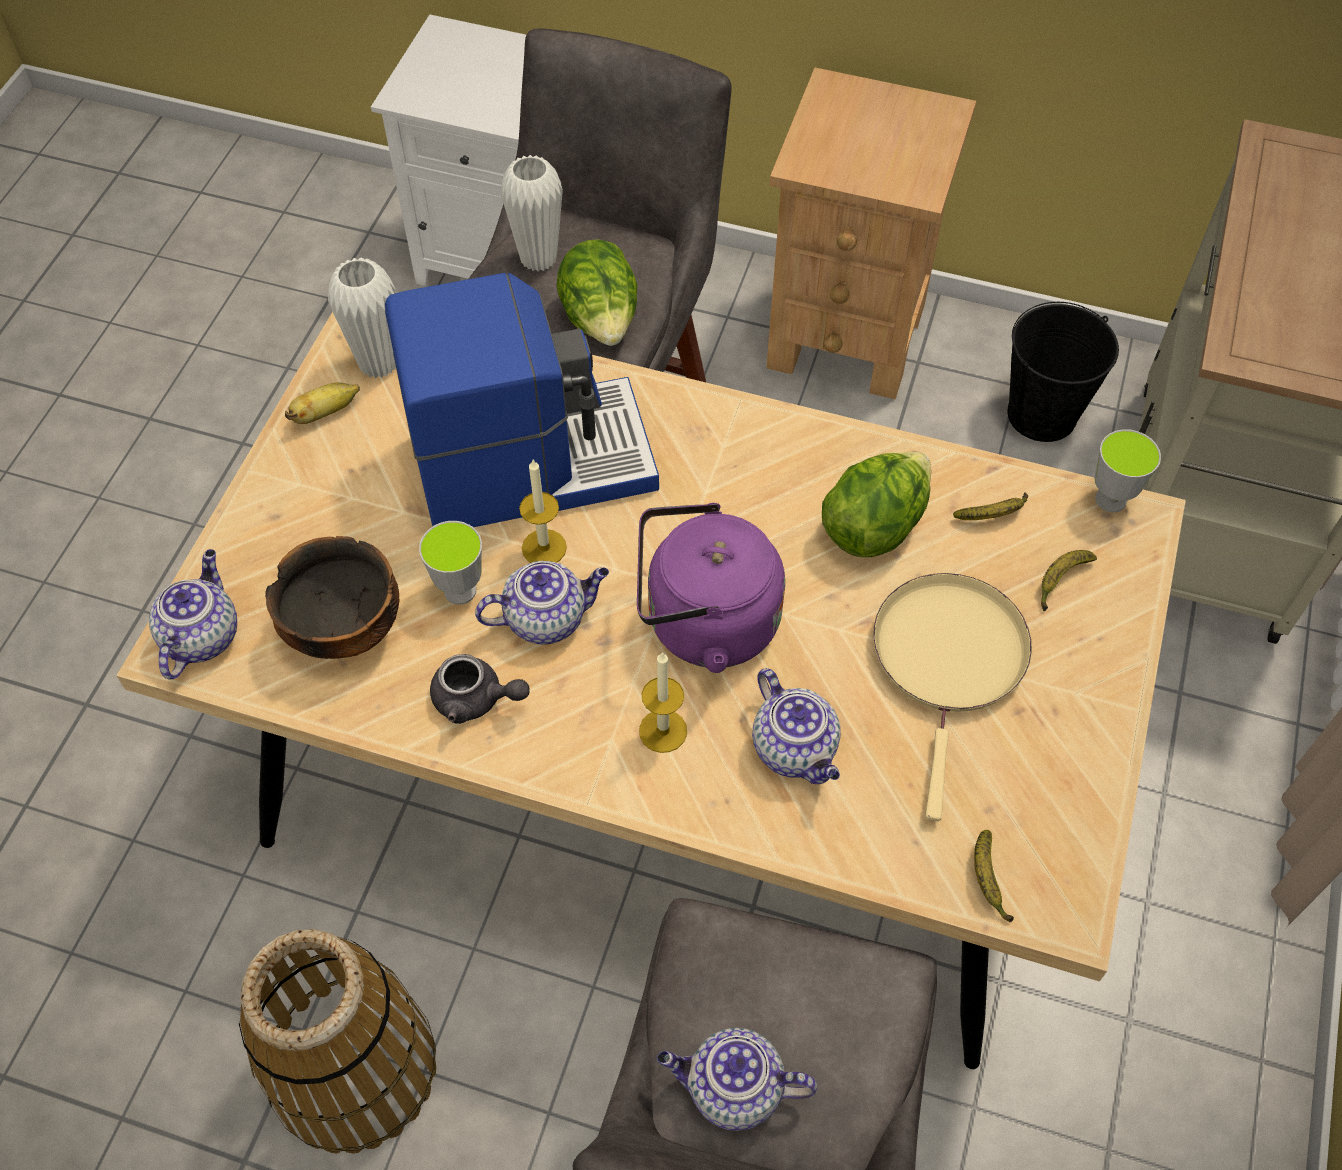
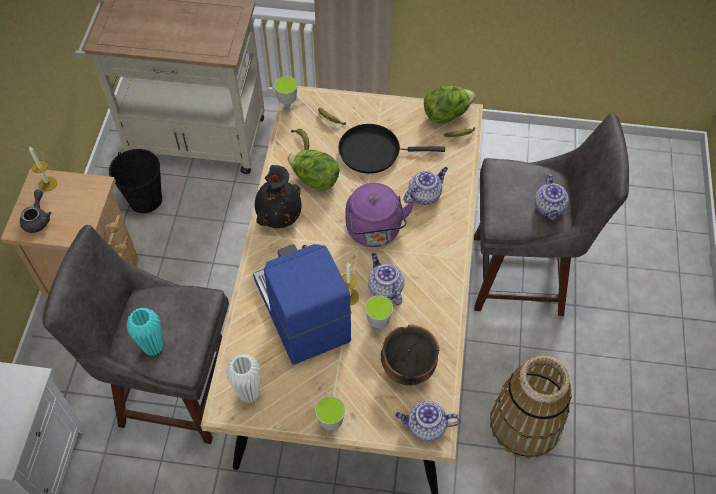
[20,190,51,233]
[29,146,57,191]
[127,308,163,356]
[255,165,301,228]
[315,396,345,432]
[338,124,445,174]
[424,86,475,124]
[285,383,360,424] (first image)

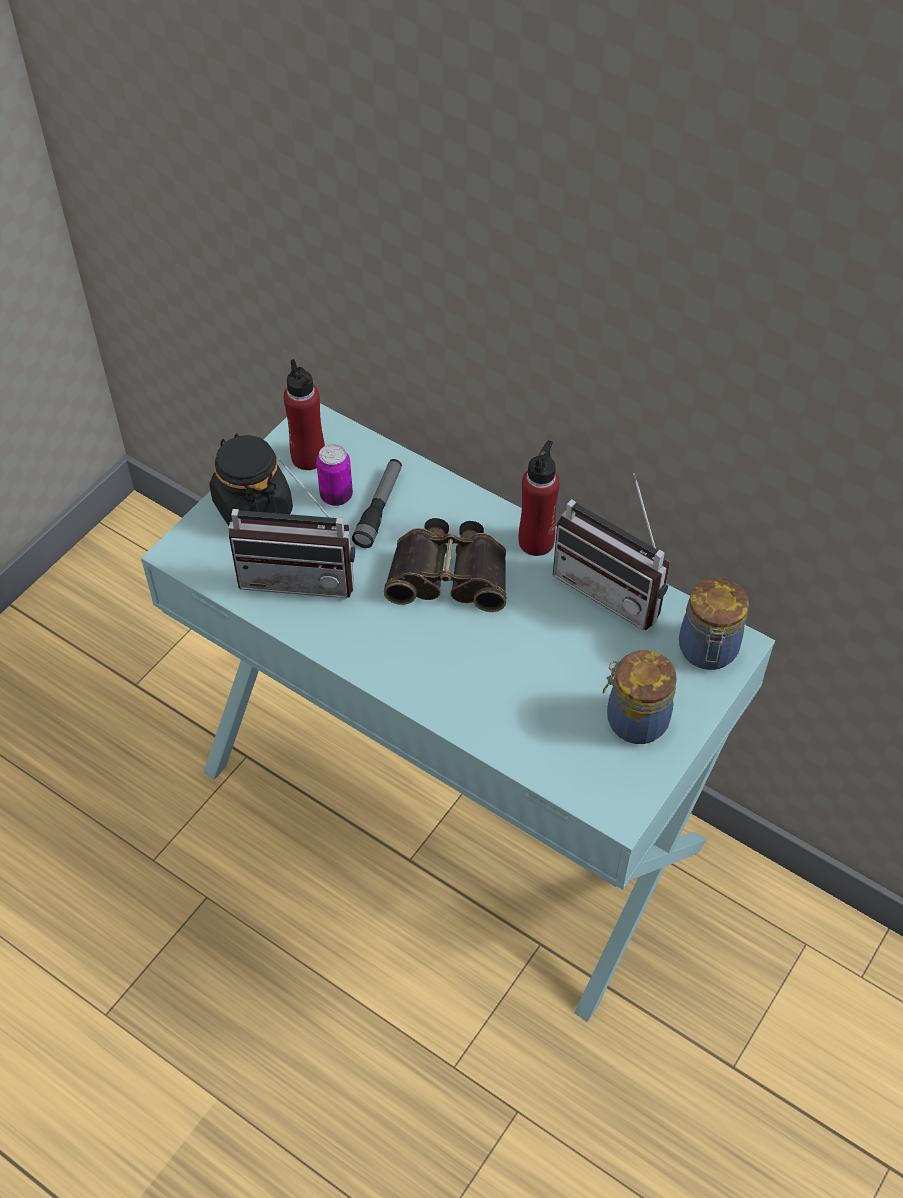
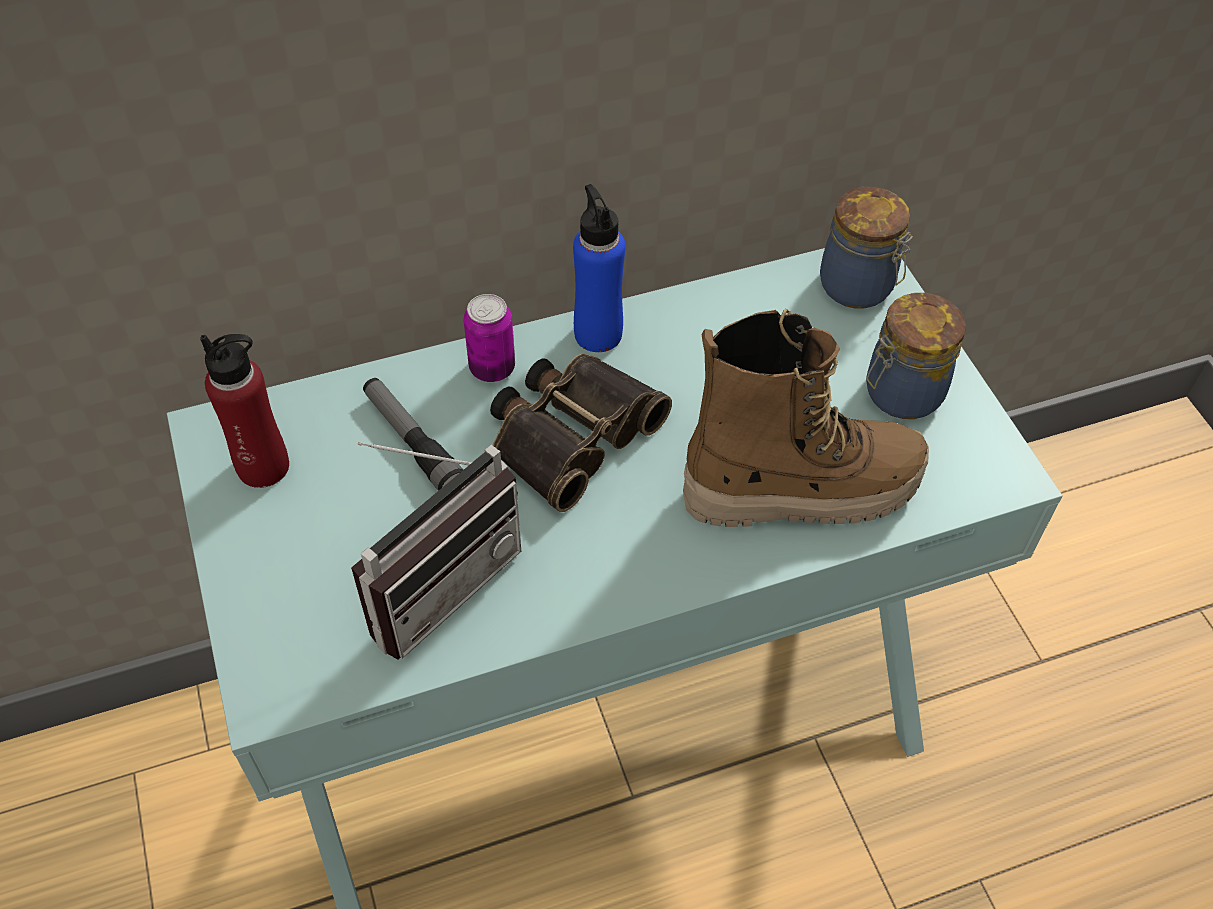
[463,294,515,382]
[573,184,625,352]
[683,308,929,527]
[209,433,293,526] (first image)
[553,473,670,630] (first image)

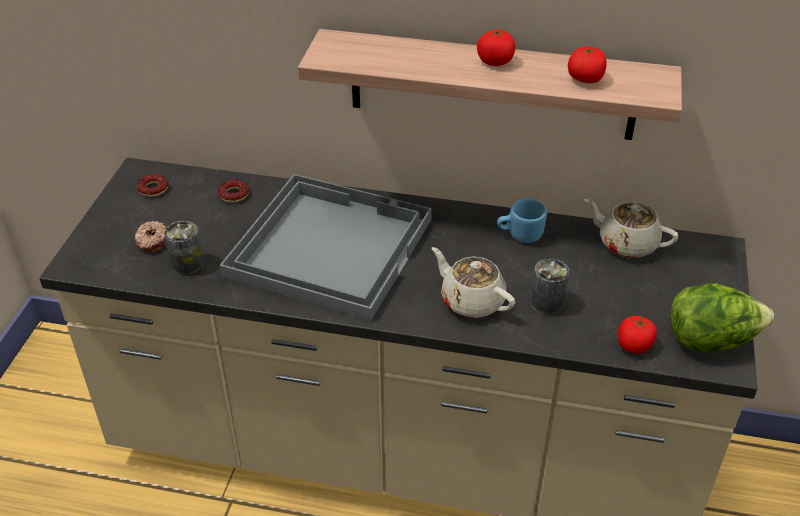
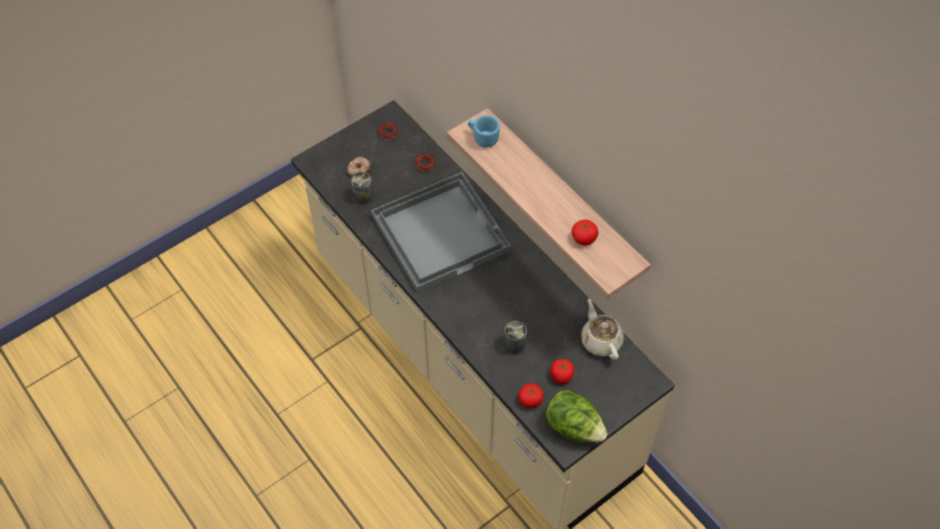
[468,115,500,148]
[550,359,574,384]
[432,247,515,318] (first image)

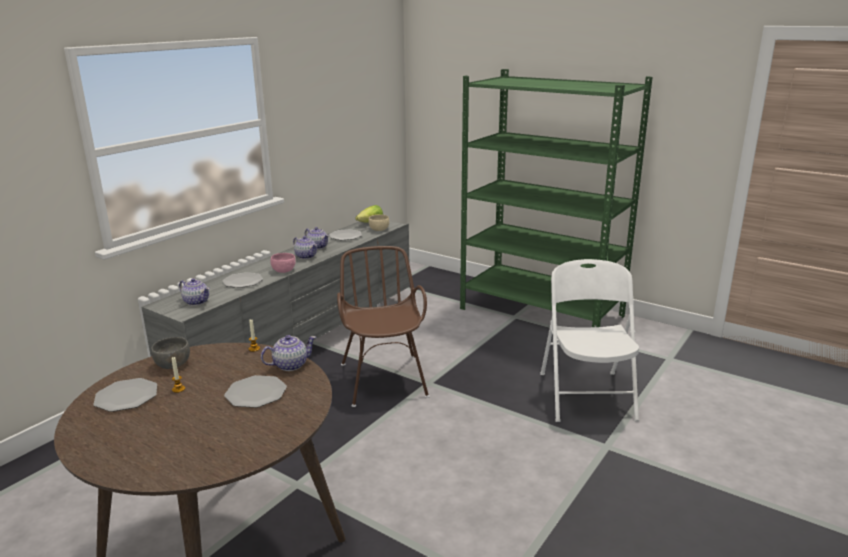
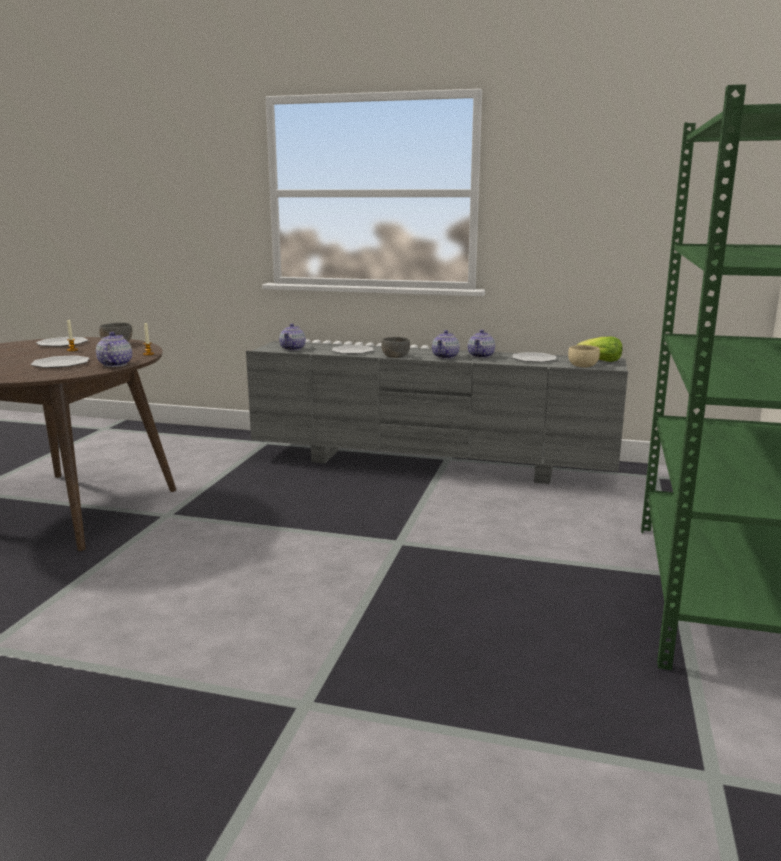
[96,332,132,367]
[381,337,410,358]
[337,246,430,407] (first image)
[540,259,639,422] (first image)

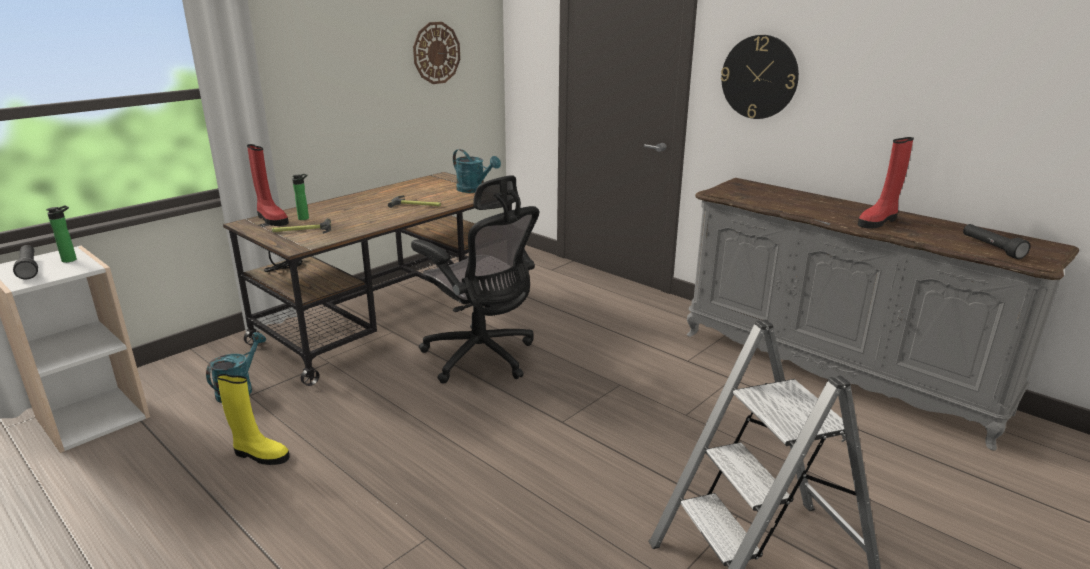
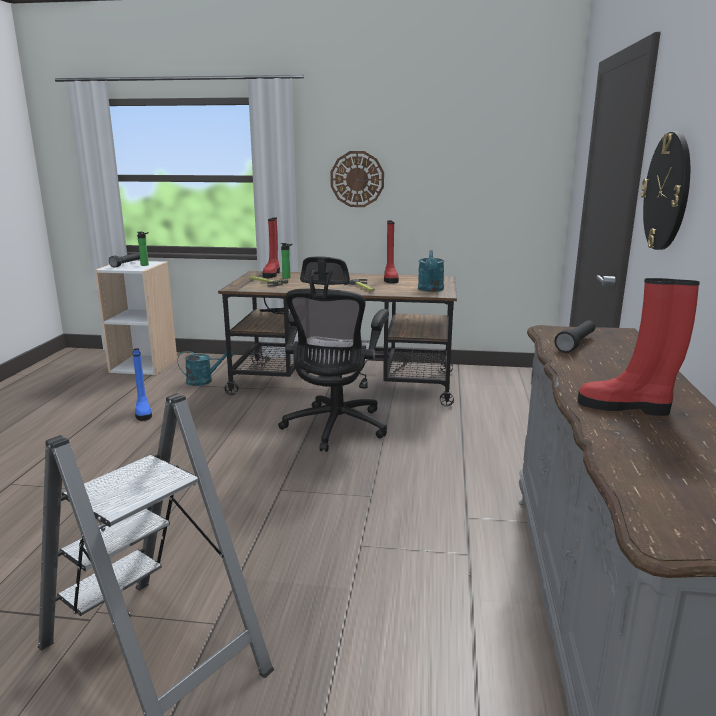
[132,348,152,421]
[330,151,384,207]
[384,220,399,283]
[554,320,595,353]

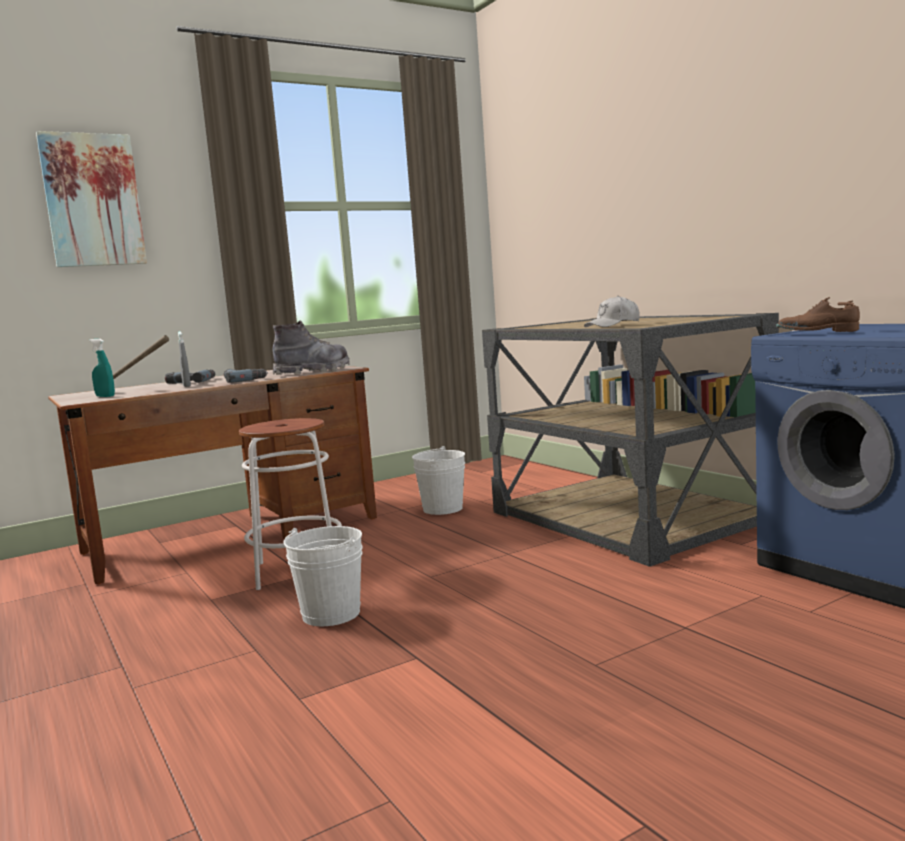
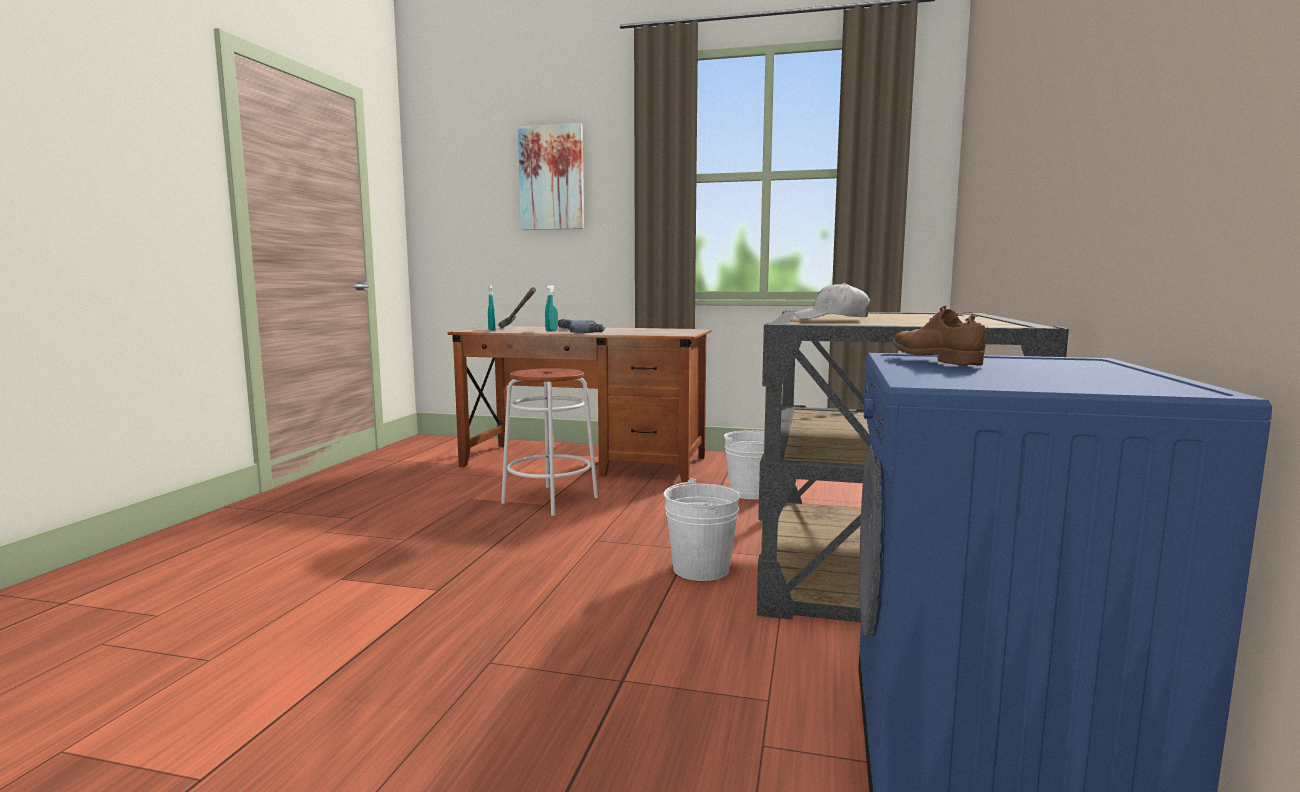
[545,285,558,331]
[664,478,740,581]
[272,321,350,375] (first image)

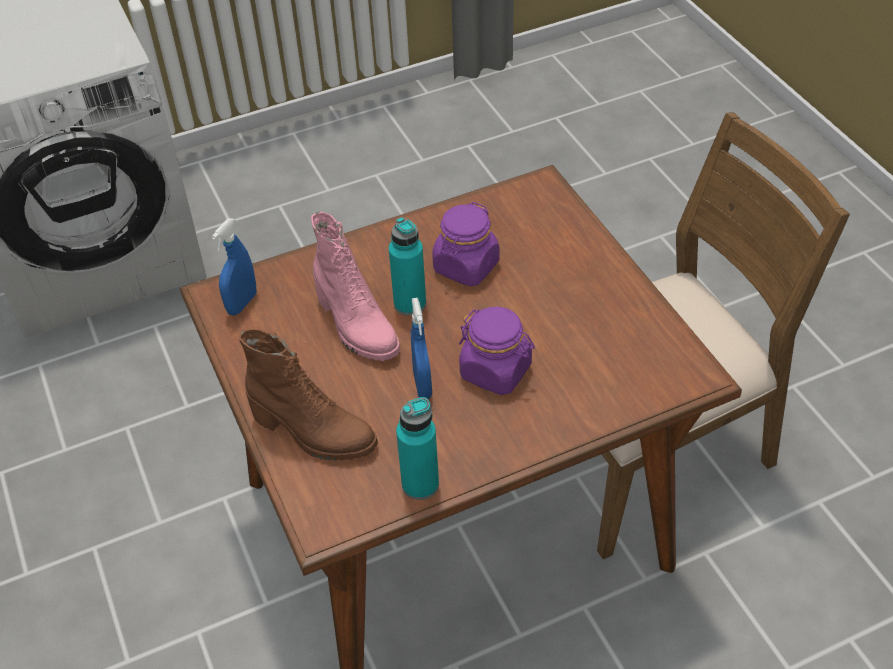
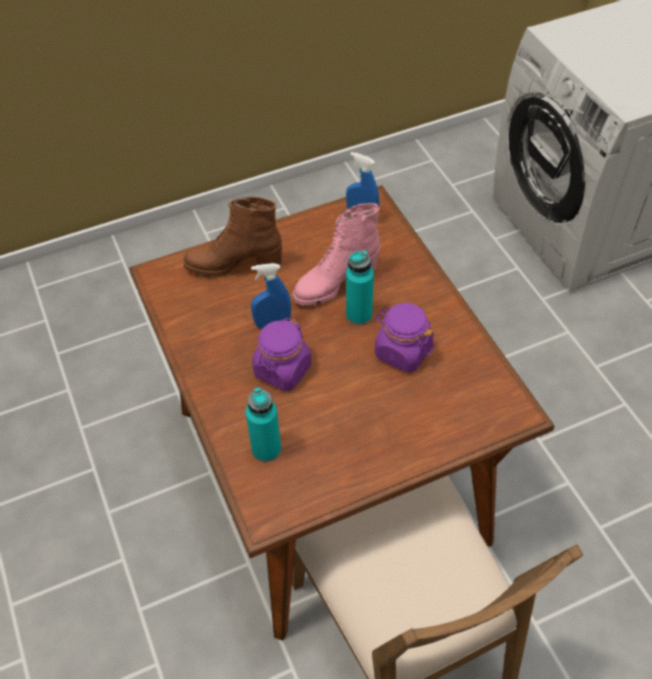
[183,197,282,277]
[246,387,281,462]

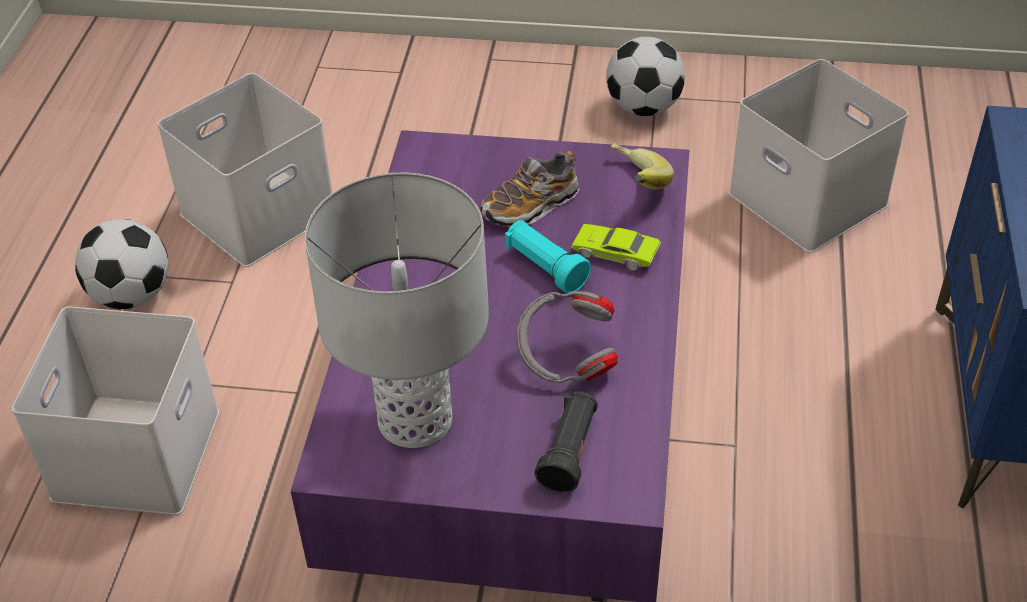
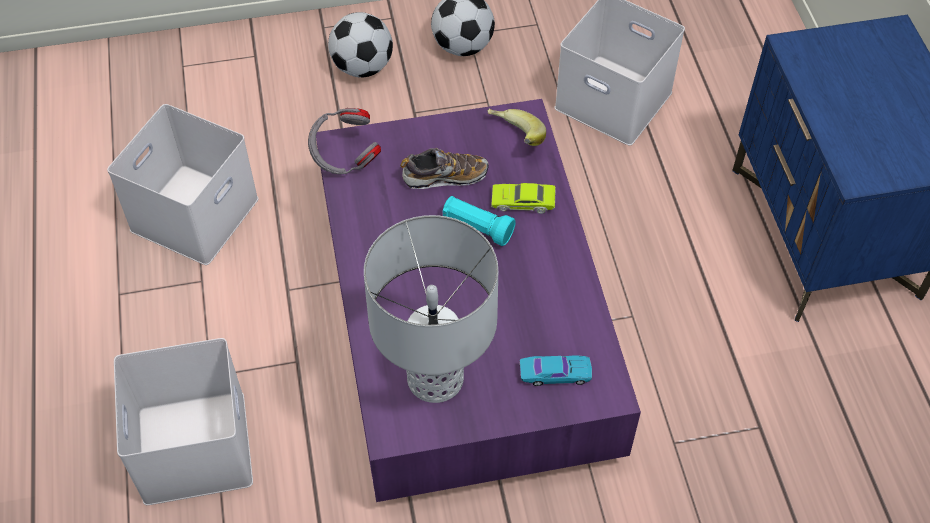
[308,108,381,174]
[328,12,393,78]
[400,148,489,189]
[520,355,592,386]

